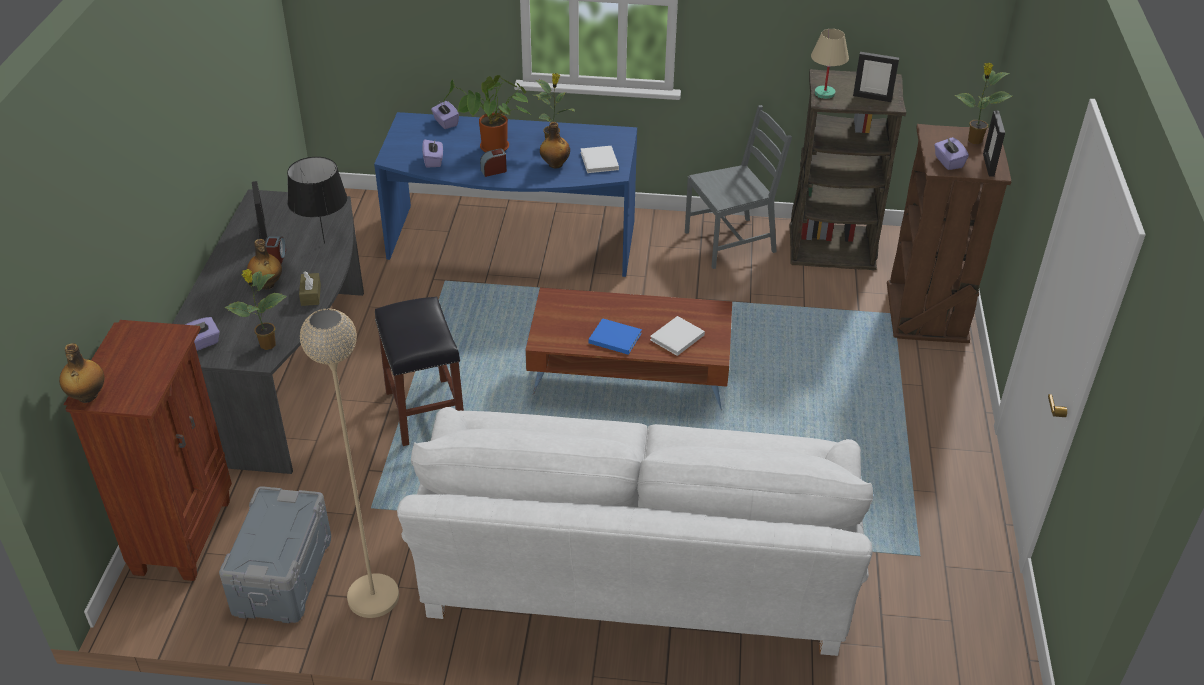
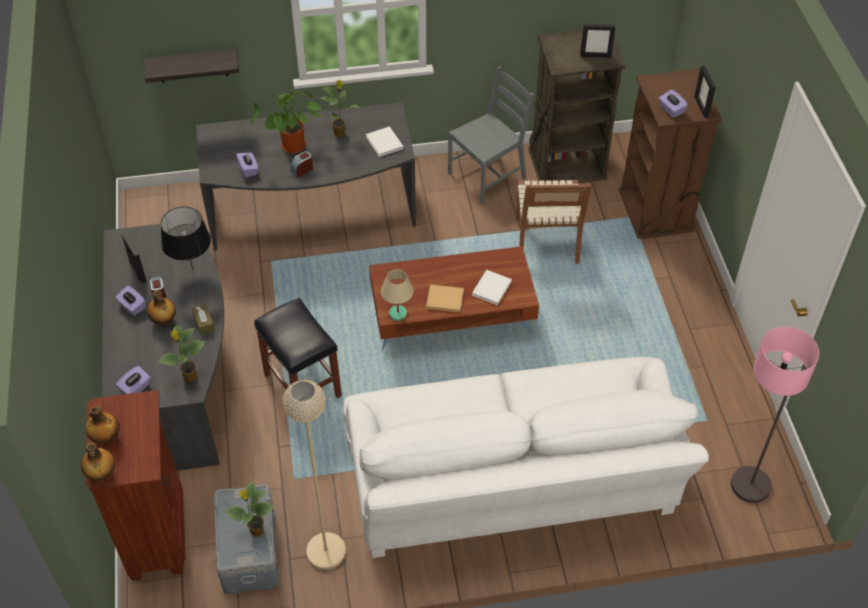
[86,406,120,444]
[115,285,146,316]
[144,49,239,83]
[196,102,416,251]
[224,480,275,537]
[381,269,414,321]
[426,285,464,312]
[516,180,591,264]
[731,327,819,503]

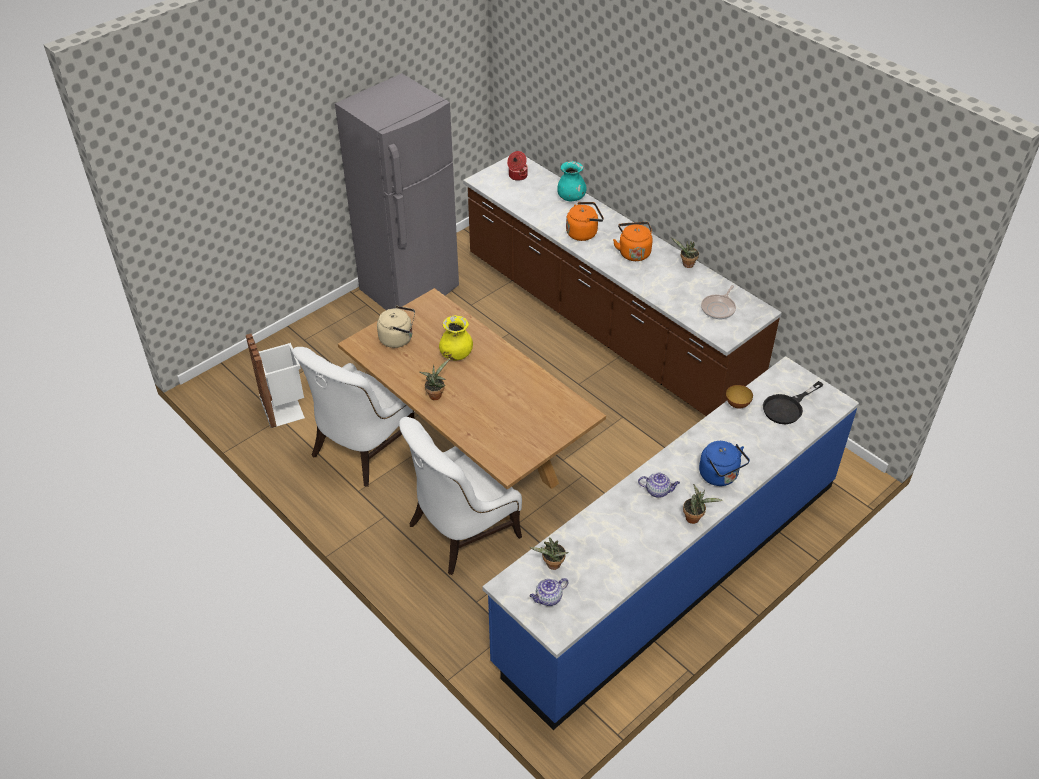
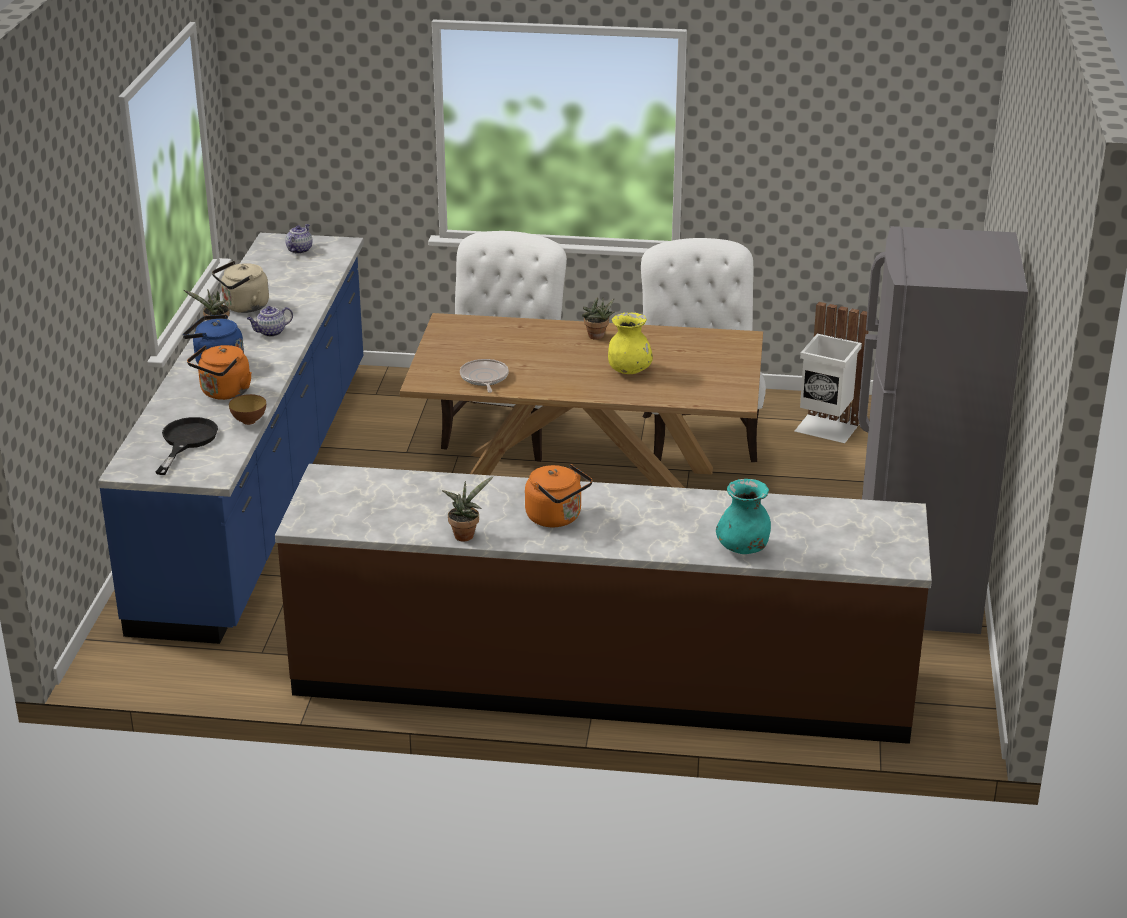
[187,345,252,400]
[212,261,269,313]
[460,359,509,393]
[507,151,528,181] (first image)
[530,537,569,570] (first image)

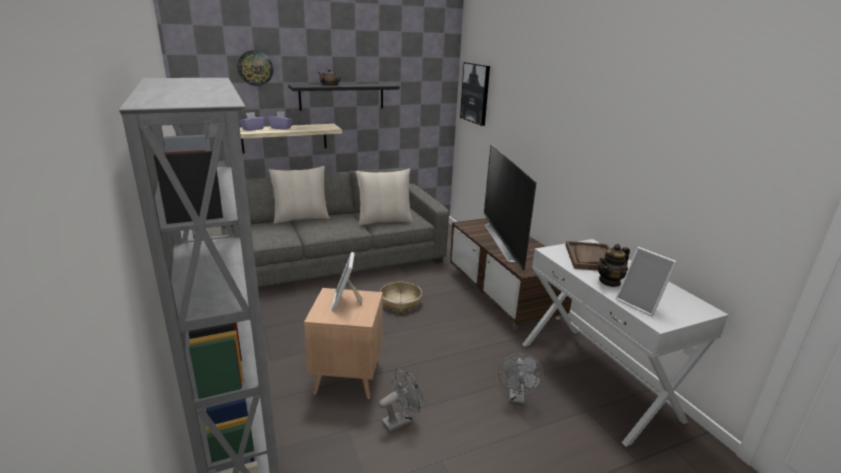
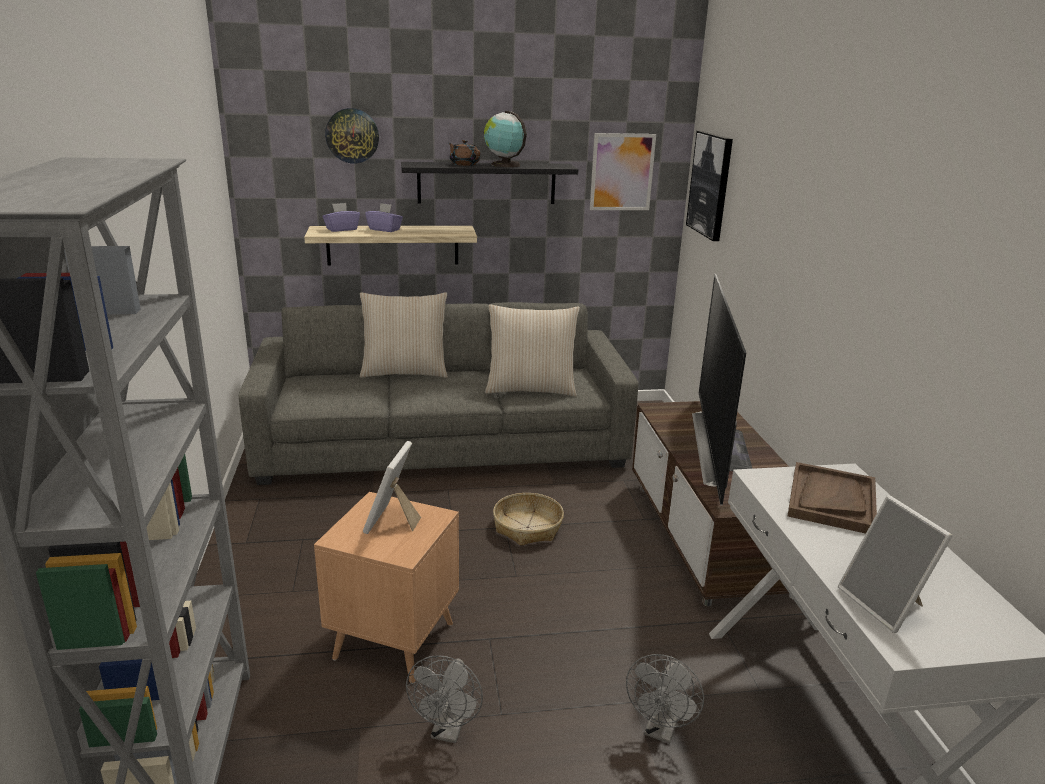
[406,655,483,743]
[484,111,527,167]
[590,133,656,210]
[597,244,630,287] (first image)

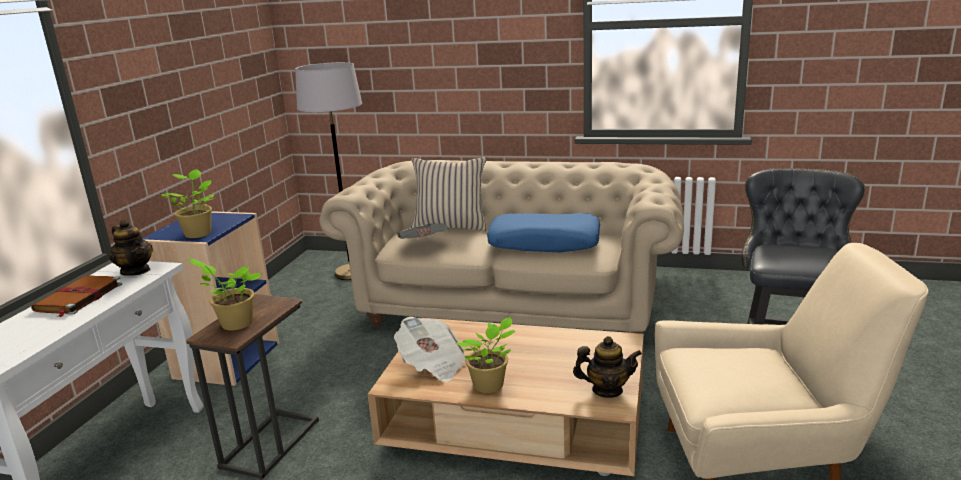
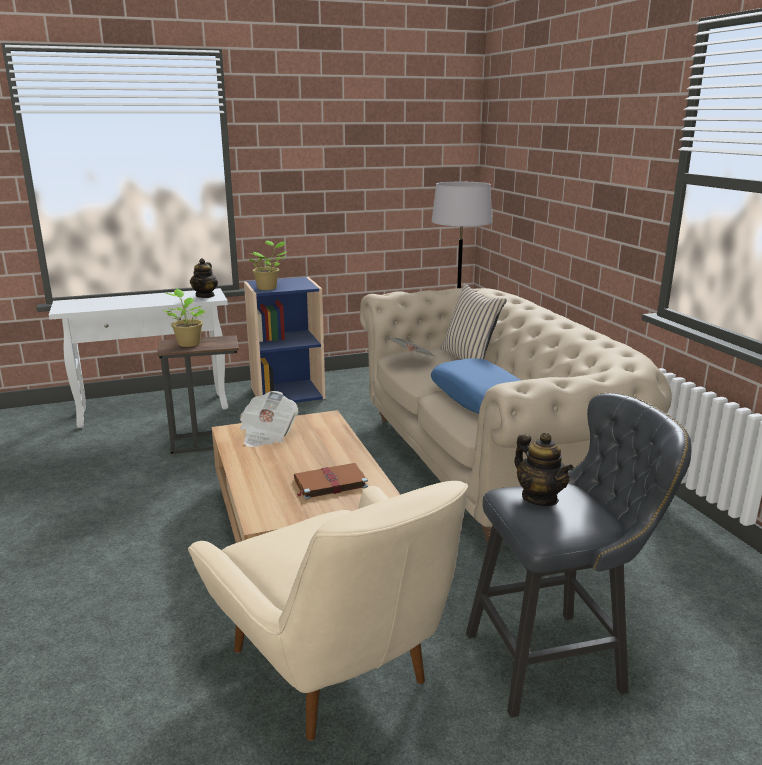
[294,463,368,499]
[514,432,574,506]
[455,317,516,393] (first image)

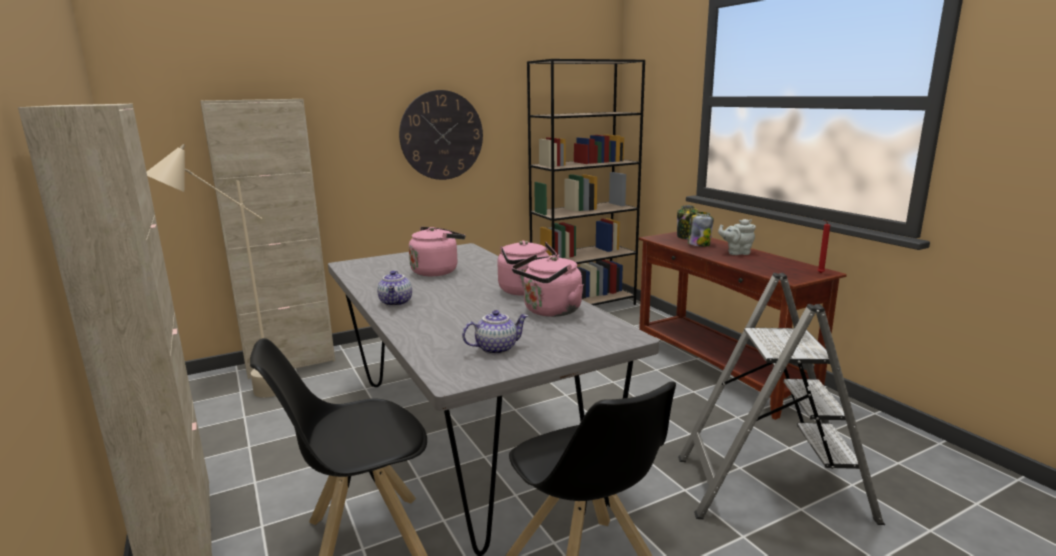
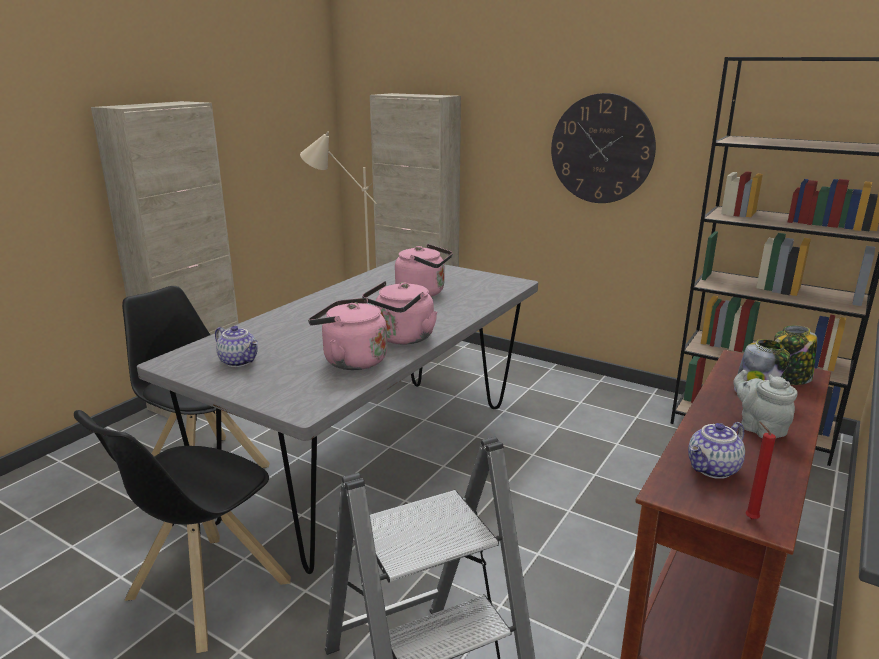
[688,422,745,479]

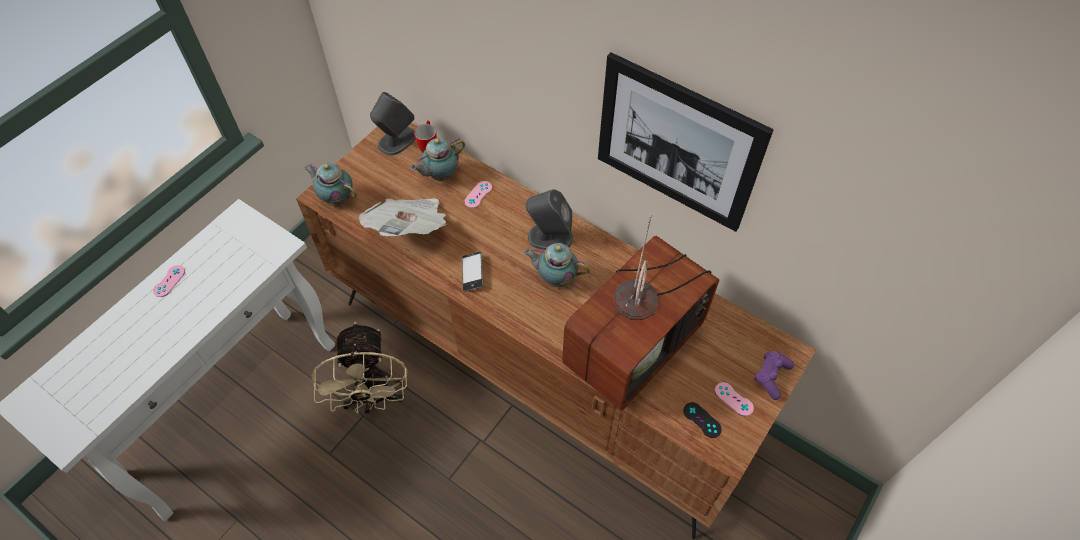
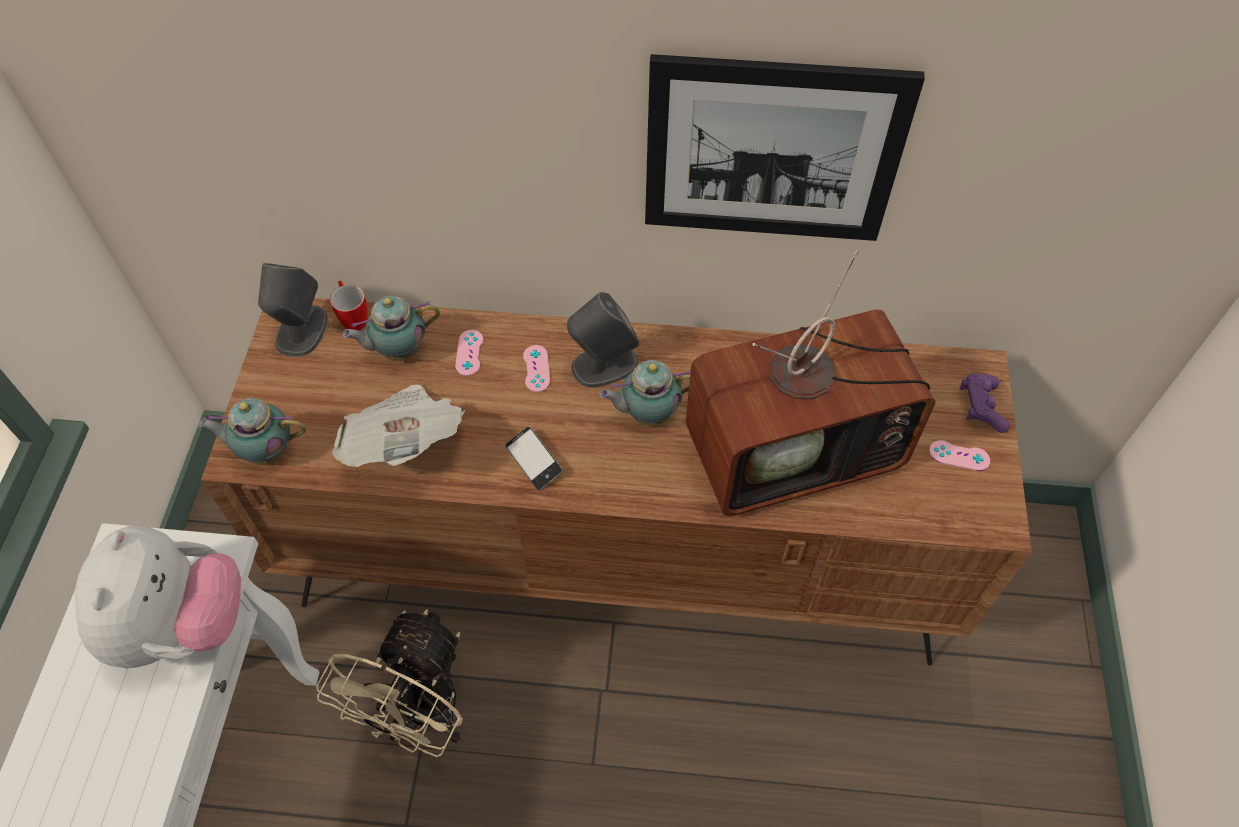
[75,526,241,668]
[316,609,463,757]
[343,296,440,361]
[523,345,550,392]
[686,250,935,516]
[683,402,722,438] (first image)

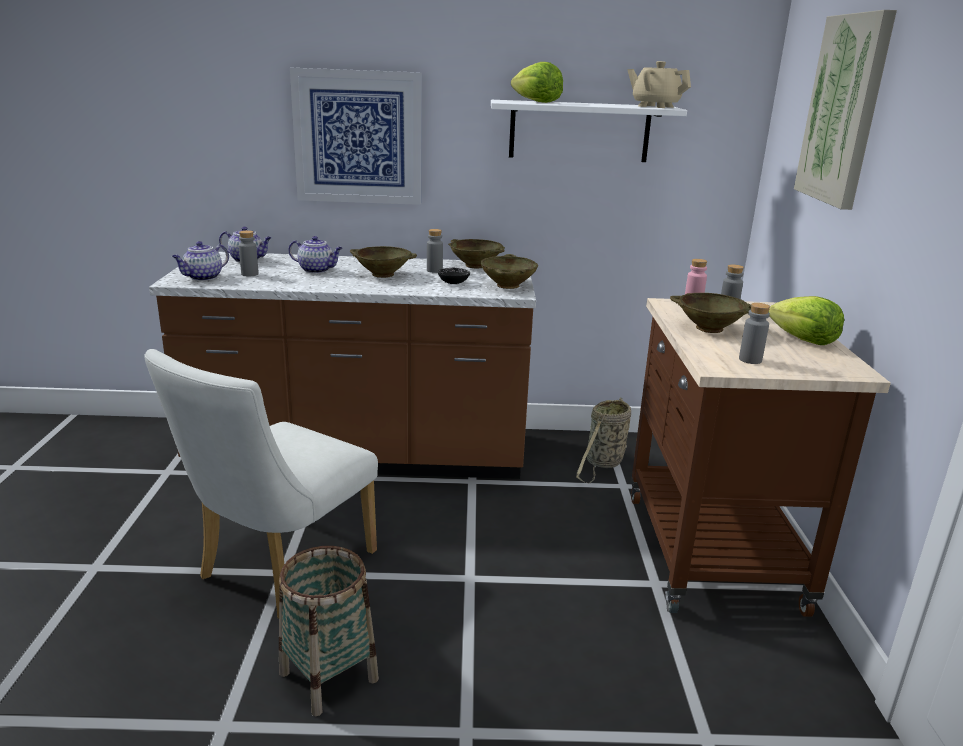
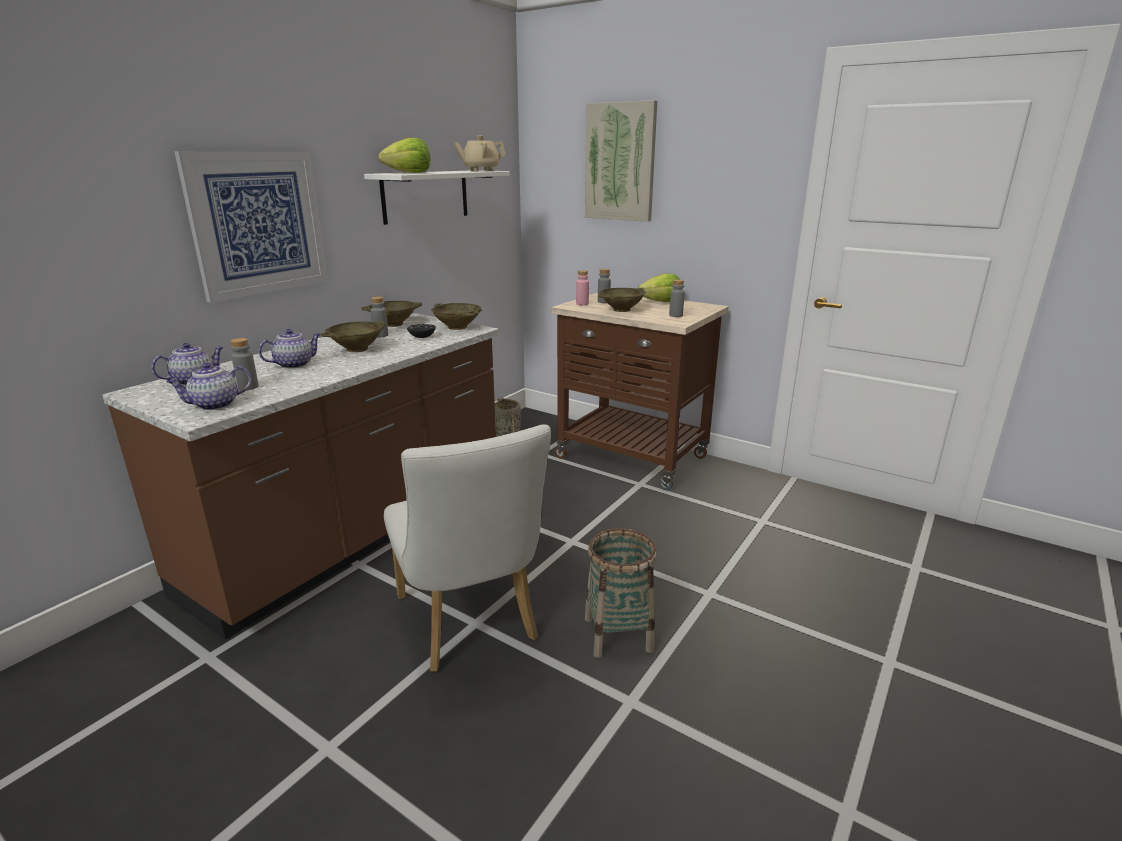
[166,363,252,410]

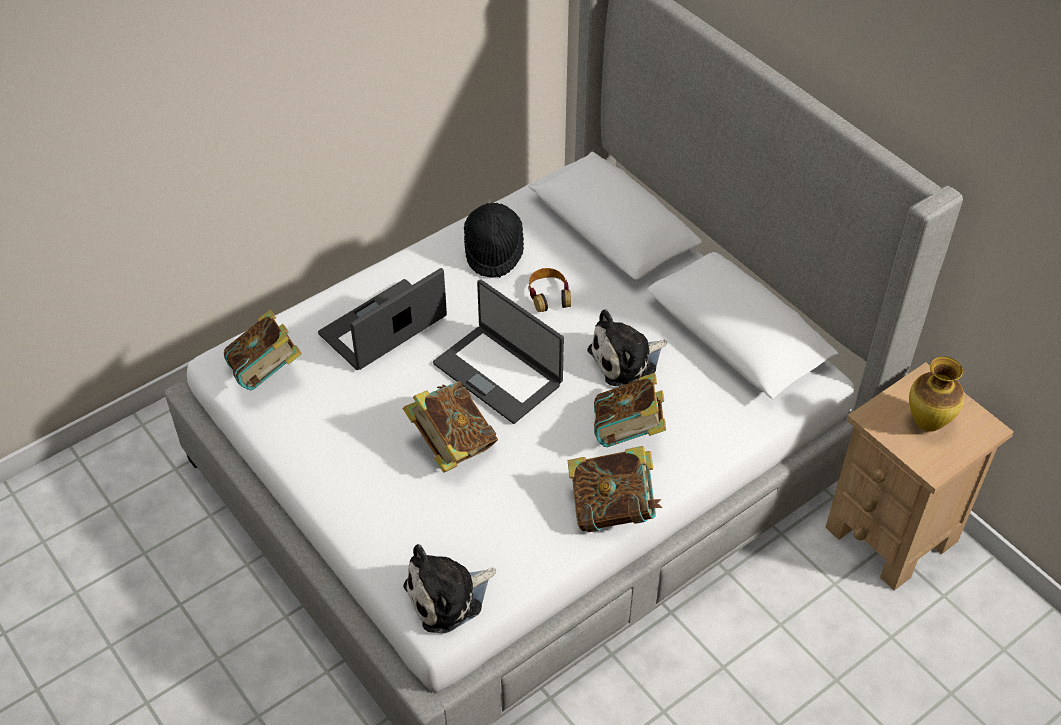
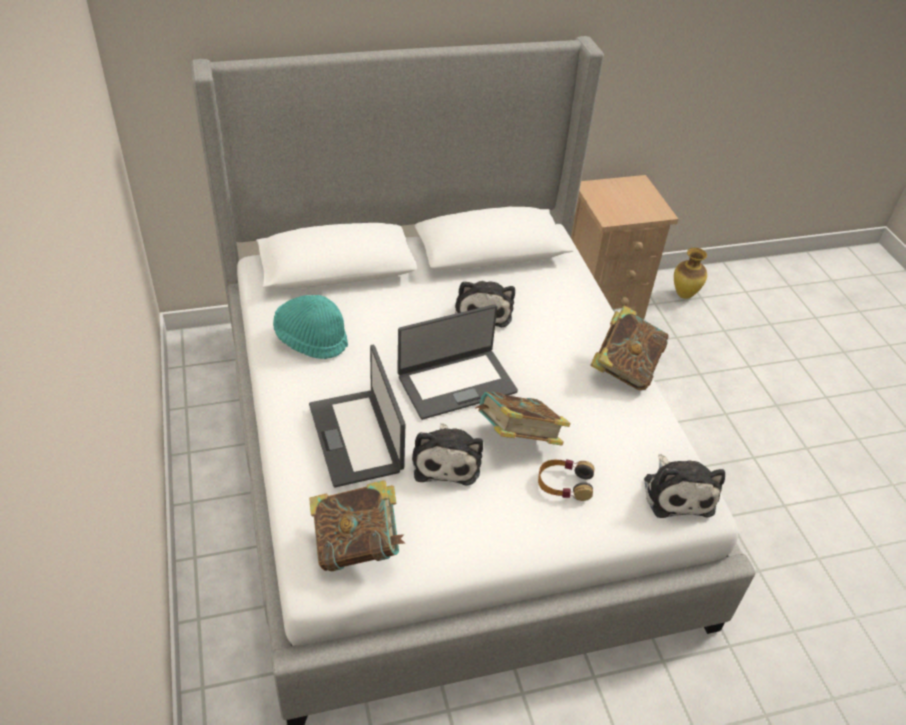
[273,295,348,359]
[412,423,483,486]
[538,459,594,501]
[674,248,707,299]
[594,373,666,447] (first image)

